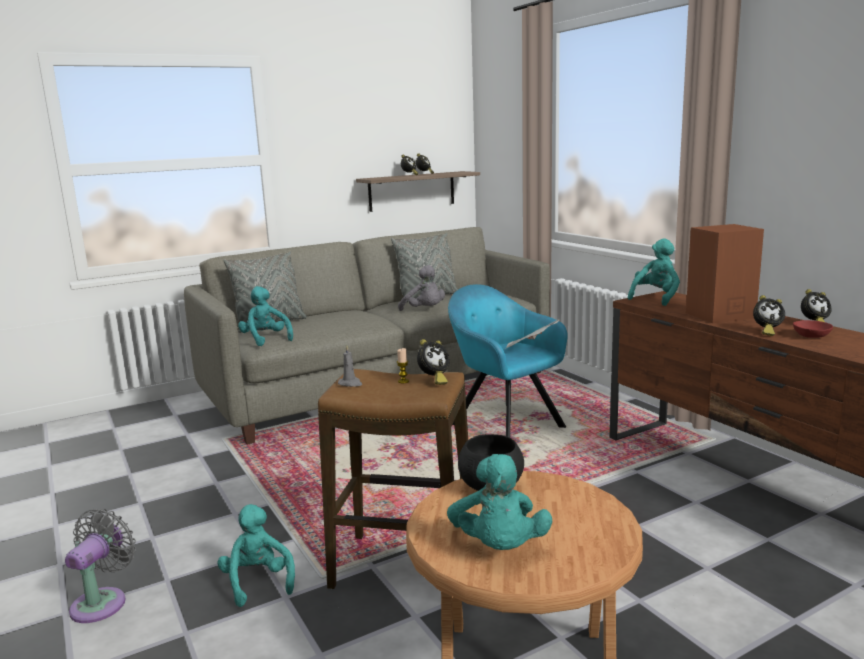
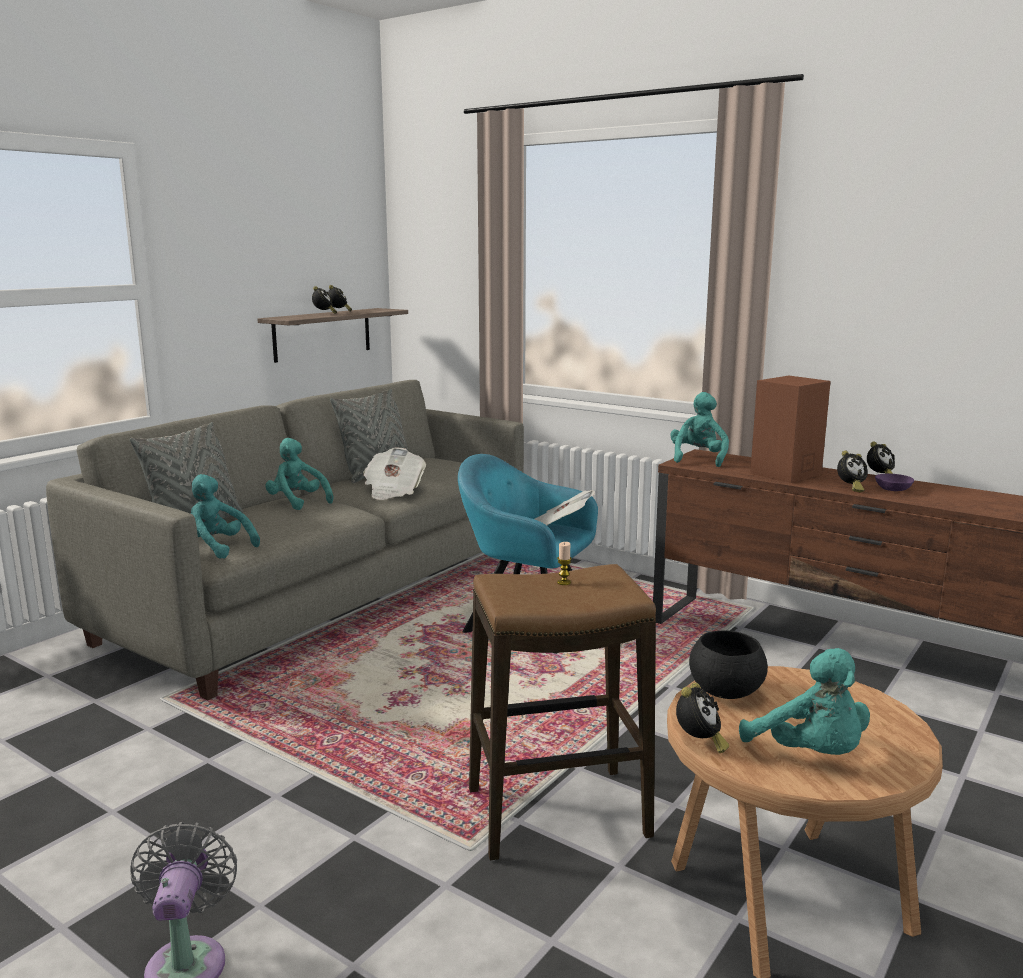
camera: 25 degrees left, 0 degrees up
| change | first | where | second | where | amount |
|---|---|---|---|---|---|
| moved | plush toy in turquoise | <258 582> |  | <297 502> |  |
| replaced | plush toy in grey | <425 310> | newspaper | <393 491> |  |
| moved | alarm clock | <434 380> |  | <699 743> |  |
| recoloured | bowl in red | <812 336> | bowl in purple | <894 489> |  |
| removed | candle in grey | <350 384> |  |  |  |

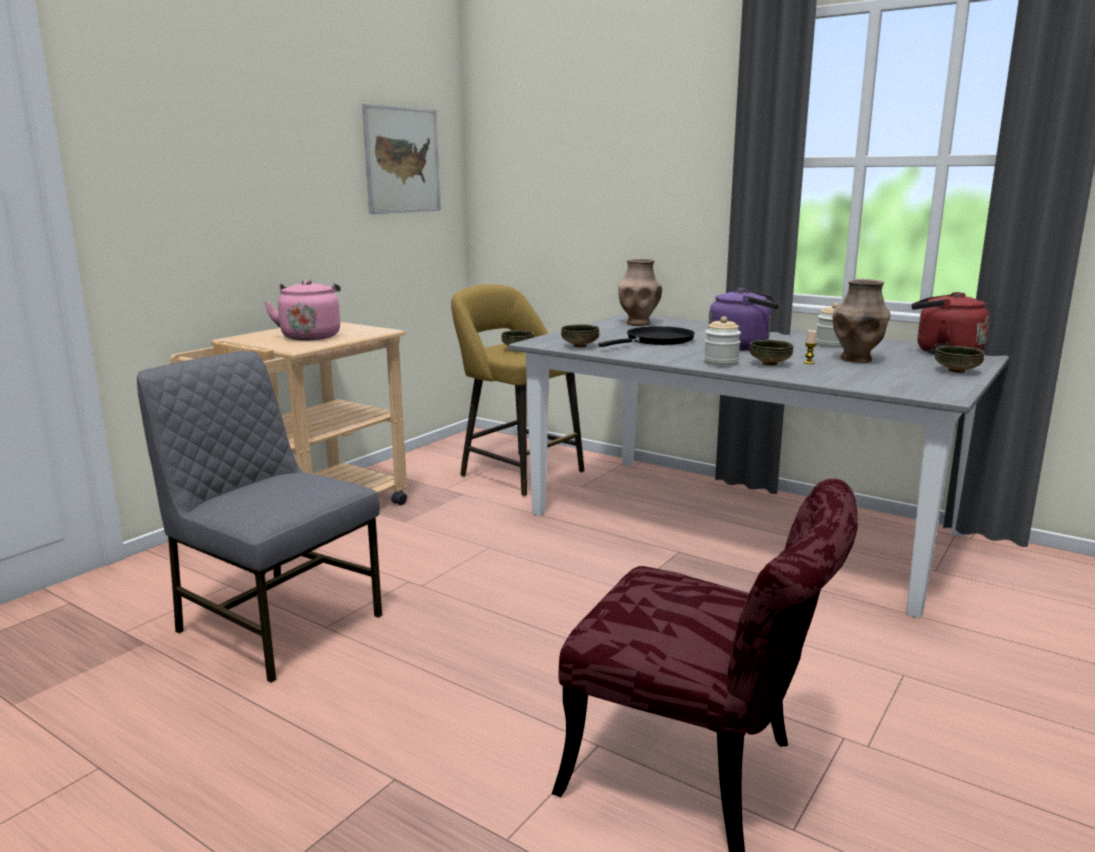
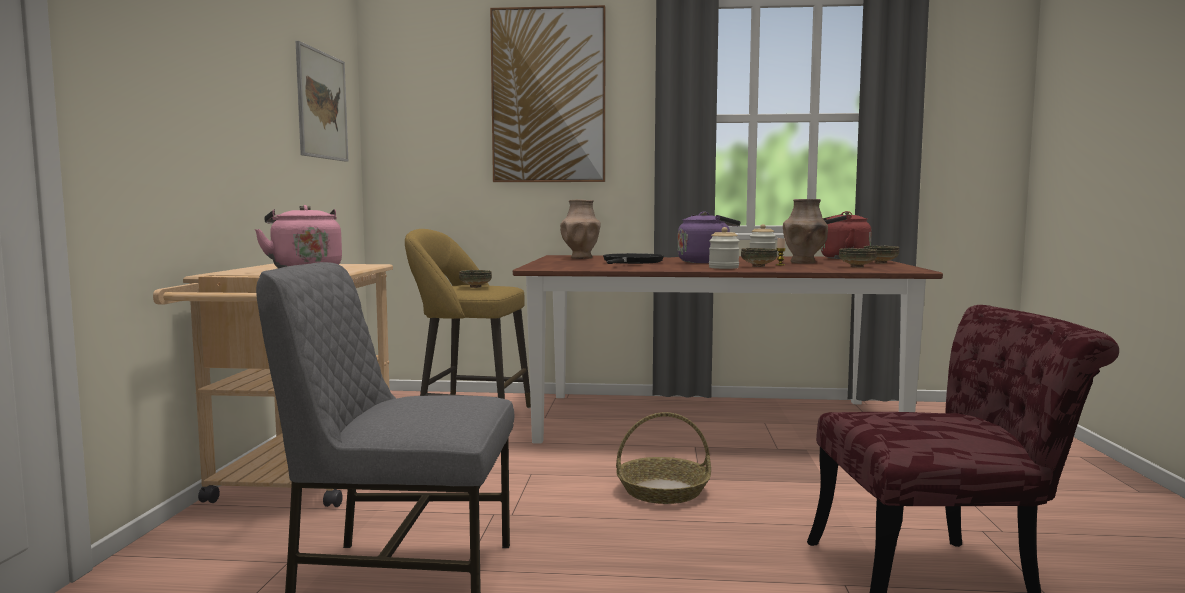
camera: 30 degrees left, 10 degrees down
| change | first | where | second | where | amount |
|---|---|---|---|---|---|
| added |  |  | picture | <548 96> |  |
| recoloured | dining table in grey | <742 523> | dining table in brown | <711 420> |  |
| added |  |  | basket | <663 491> |  |
| moved | bowl | <580 346> |  | <857 267> |  |

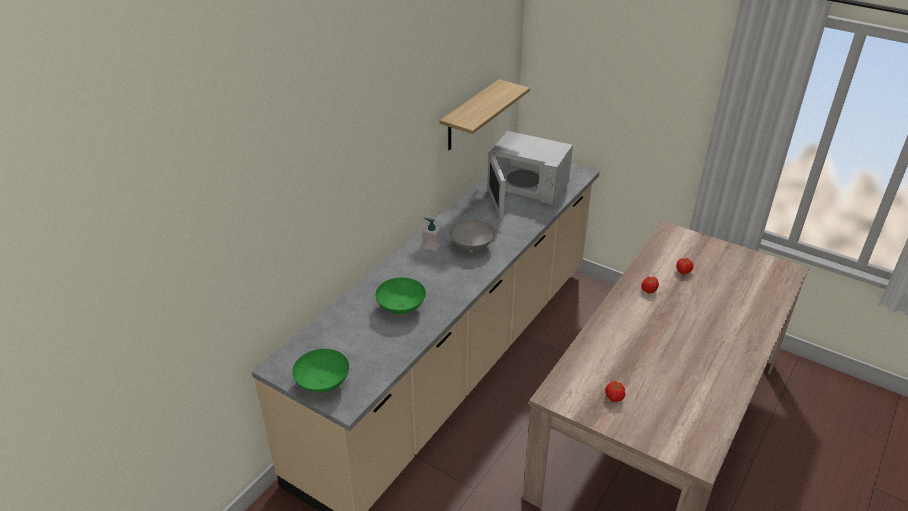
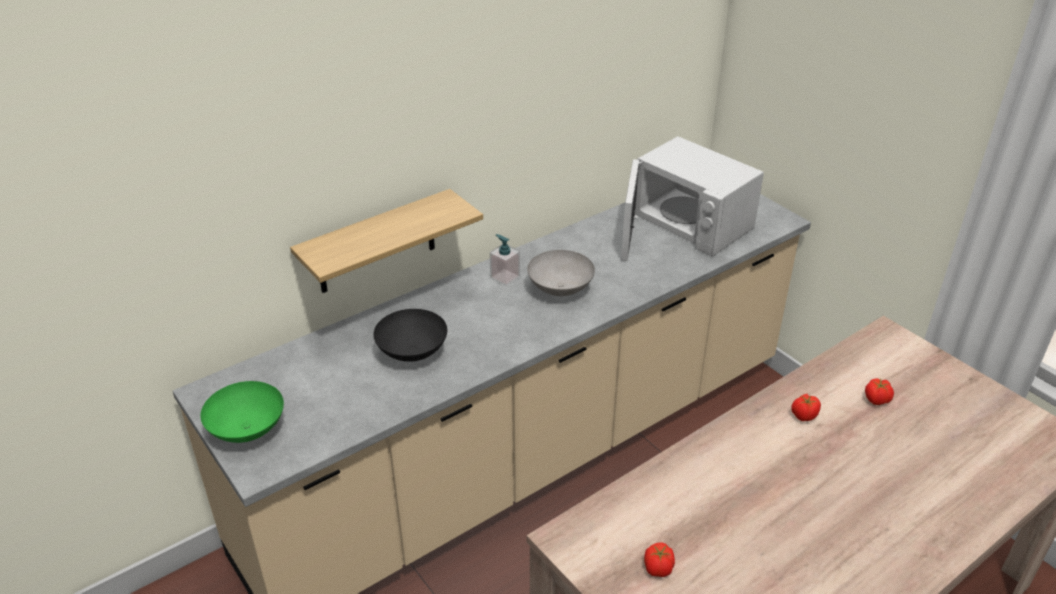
camera: 20 degrees right, 0 degrees up
| change | first | where | second | where | amount |
|---|---|---|---|---|---|
| moved | shelf | <470 116> |  | <376 243> |  |
| recoloured | bowl in green | <401 307> | bowl in black | <412 351> |  |

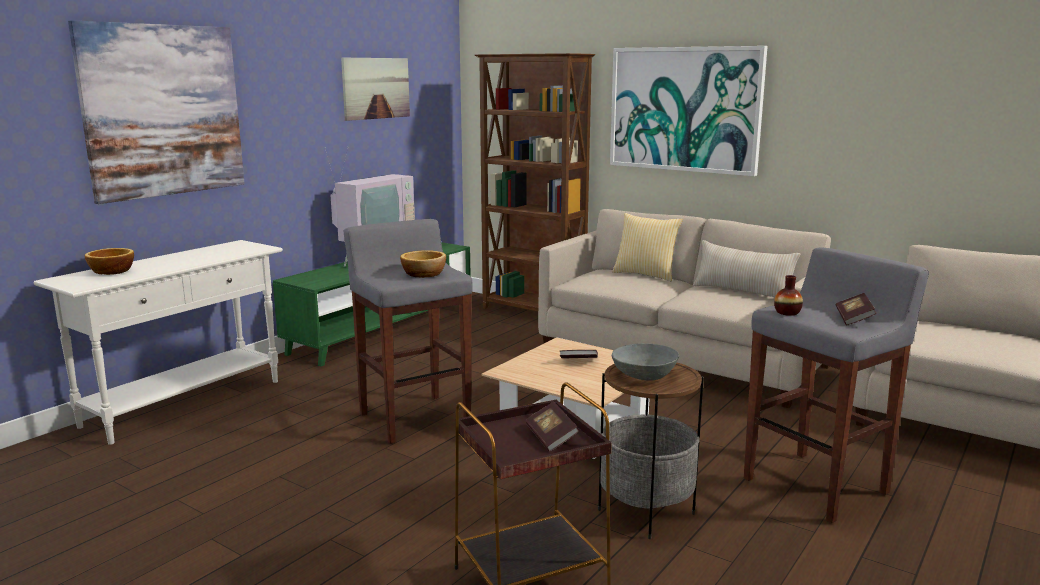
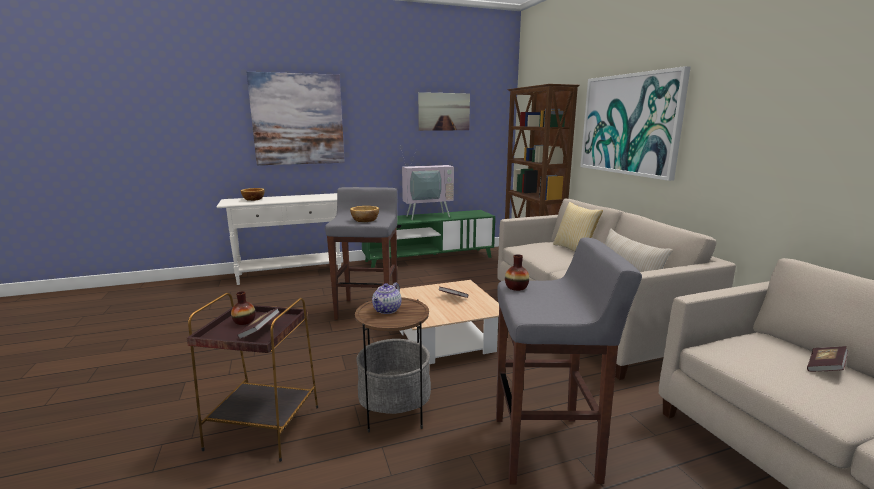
camera: 35 degrees right, 0 degrees up
| change | first | where | second | where | amount |
|---|---|---|---|---|---|
| added |  |  | vase | <244 321> |  |
| replaced | bowl in grey | <645 375> | teapot | <387 310> |  |
| moved | book | <854 319> |  | <825 367> |  |

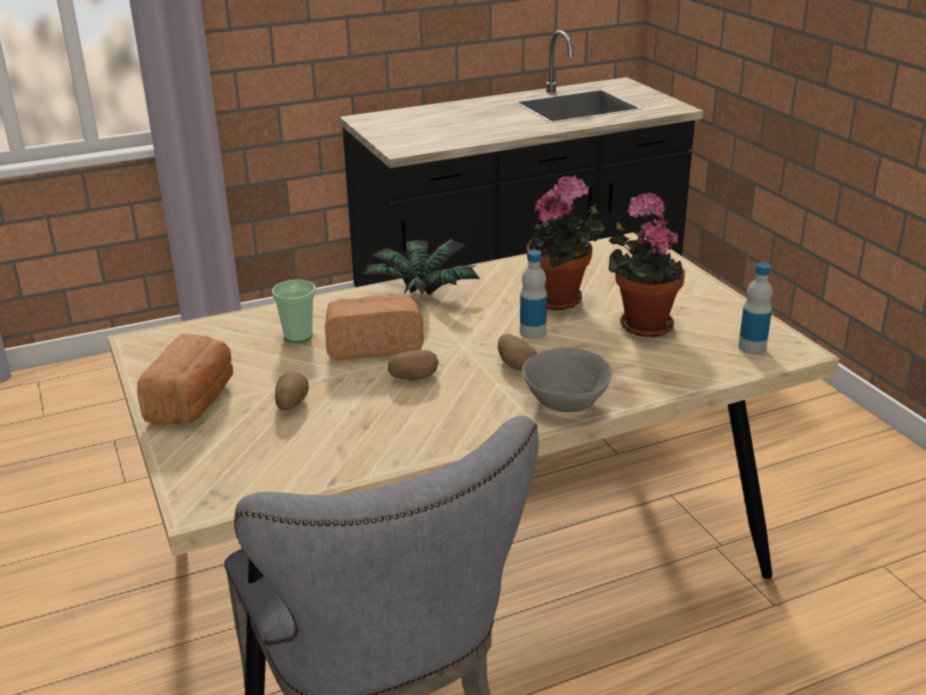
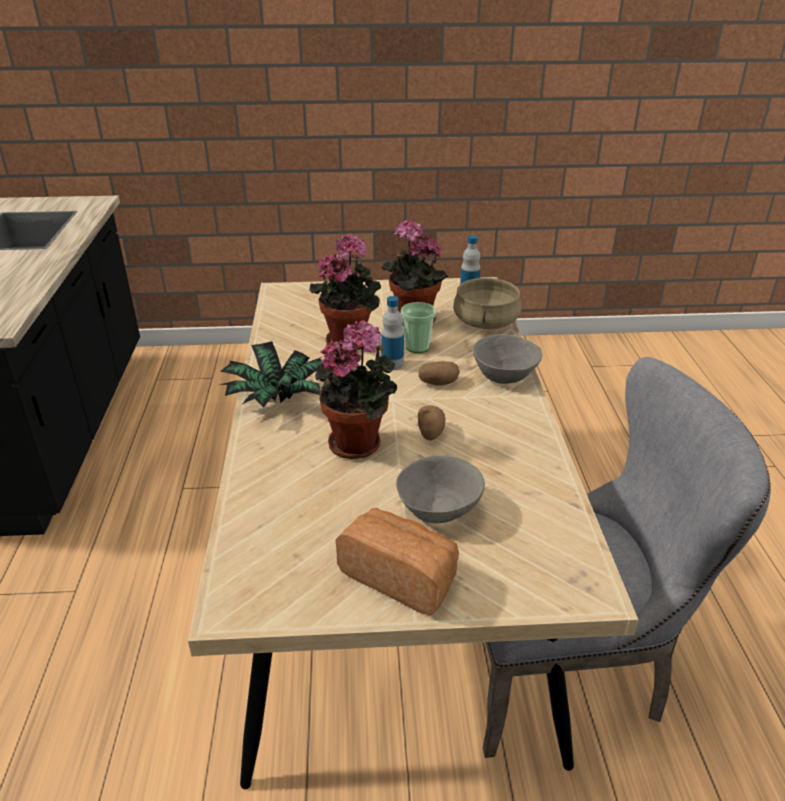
camera: 70 degrees left, 5 degrees up
| change | first | where | second | where | amount |
|---|---|---|---|---|---|
| replaced | bread | <373 345> | potted plant | <359 443> |  |
| replaced | potato | <291 403> | bowl in grey | <439 509> |  |
| moved | cup | <298 335> |  | <417 347> |  |
| added |  |  | cooking pot in beige | <486 322> |  |

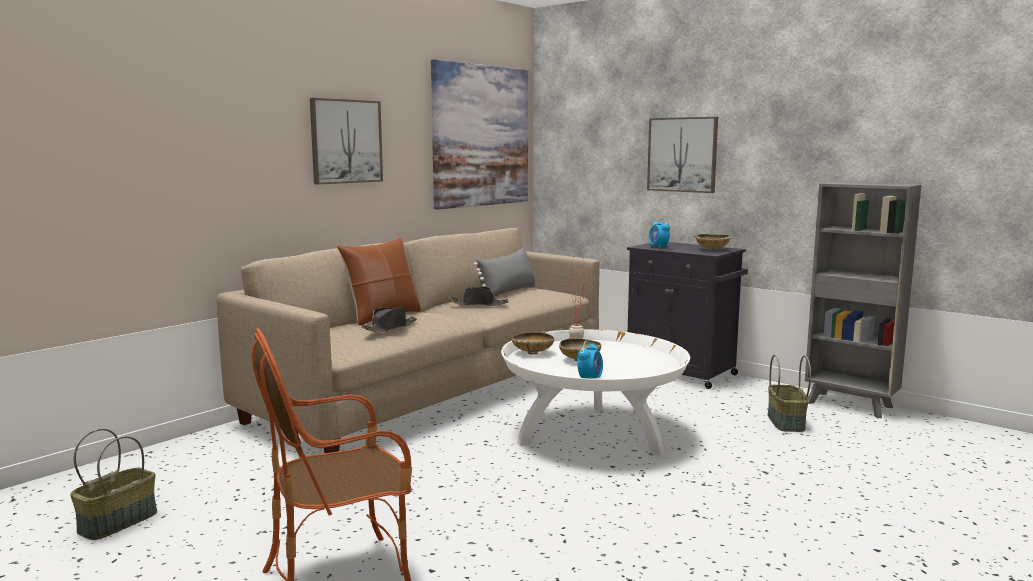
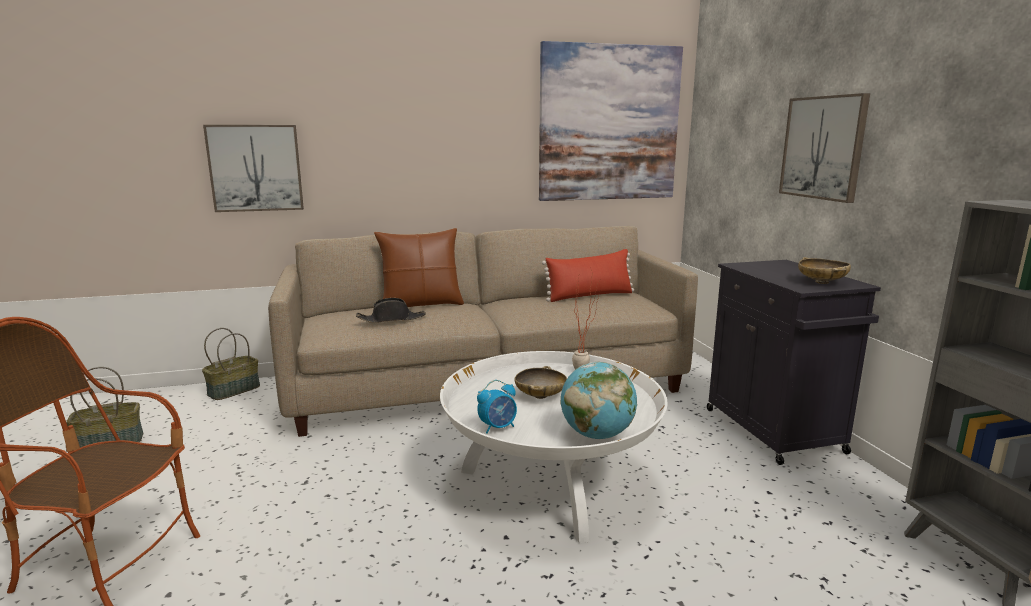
camera: 35 degrees right, 5 degrees up
| change | first | where | second | where | amount |
|---|---|---|---|---|---|
| moved | basket | <785 422> |  | <234 390> |  |
| moved | picture | <346 141> |  | <255 168> |  |
| recoloured | pillow in grey | <508 292> | pillow in red | <590 296> |  |
| added |  |  | globe | <597 435> |  |
| removed | hat in black | <479 304> |  |  |  |
| removed | bowl in beige | <532 353> |  |  |  |
| removed | alarm clock | <658 247> |  |  |  |

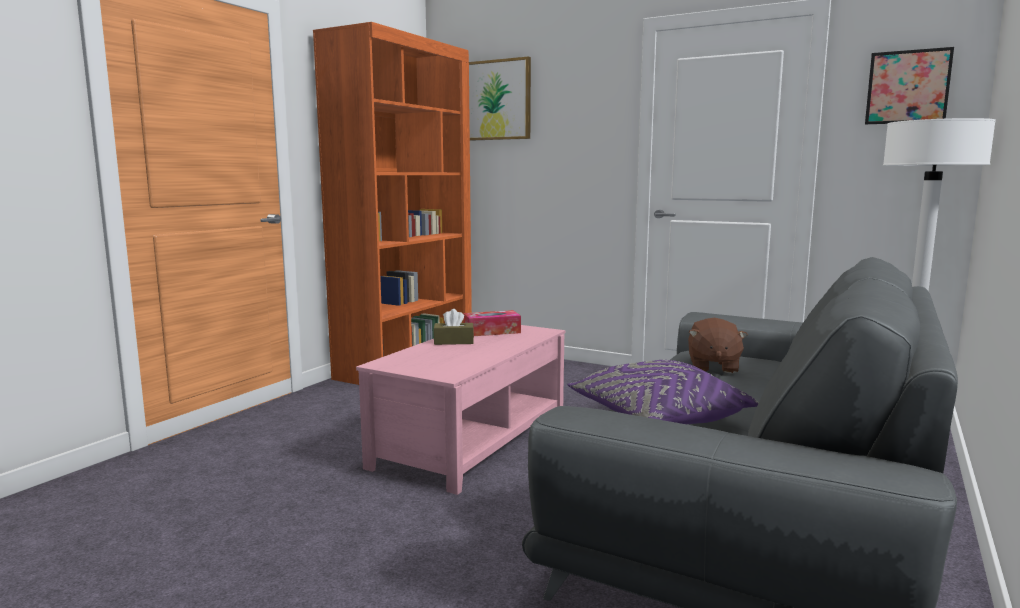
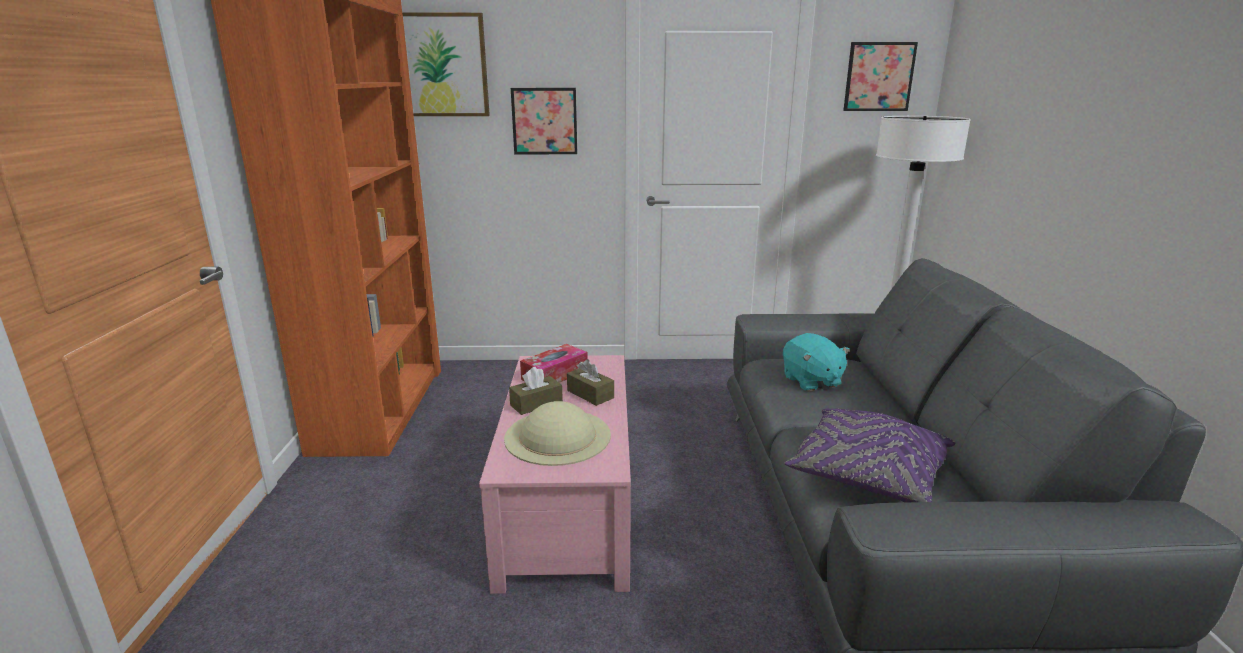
camera: 30 degrees left, 10 degrees up
| change | first | where | second | where | amount |
|---|---|---|---|---|---|
| added |  |  | hat in beige | <557 436> |  |
| added |  |  | picture | <544 121> |  |
| added |  |  | tissue box in brown | <590 394> |  |
| recoloured | plush toy in brown | <713 366> | plush toy in turquoise | <811 381> |  |

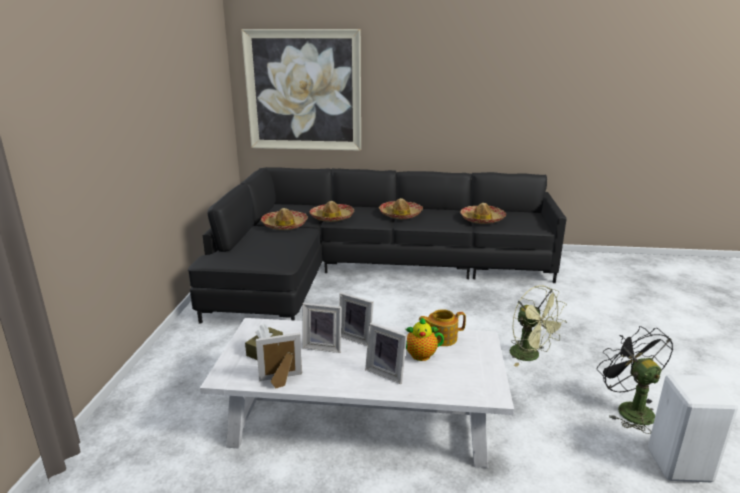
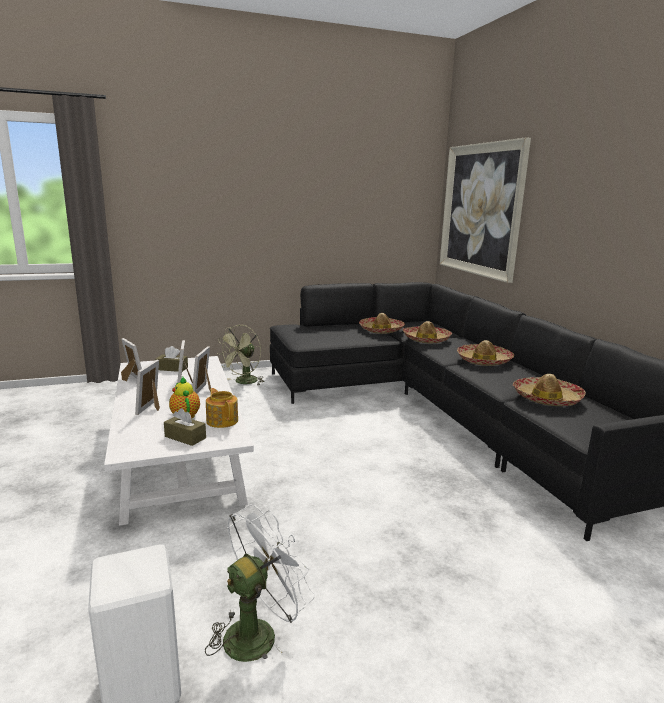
camera: 65 degrees right, 5 degrees down
| change | first | where | second | where | amount |
|---|---|---|---|---|---|
| added |  |  | tissue box in brown | <185 437> |  |
| recoloured | fan in black | <628 409> | fan in white | <258 632> |  |
| moved | fan in green | <530 356> |  | <243 382> |  |

